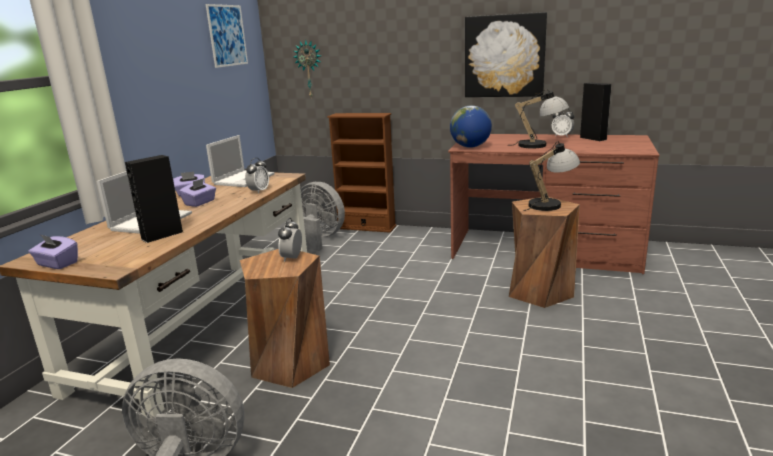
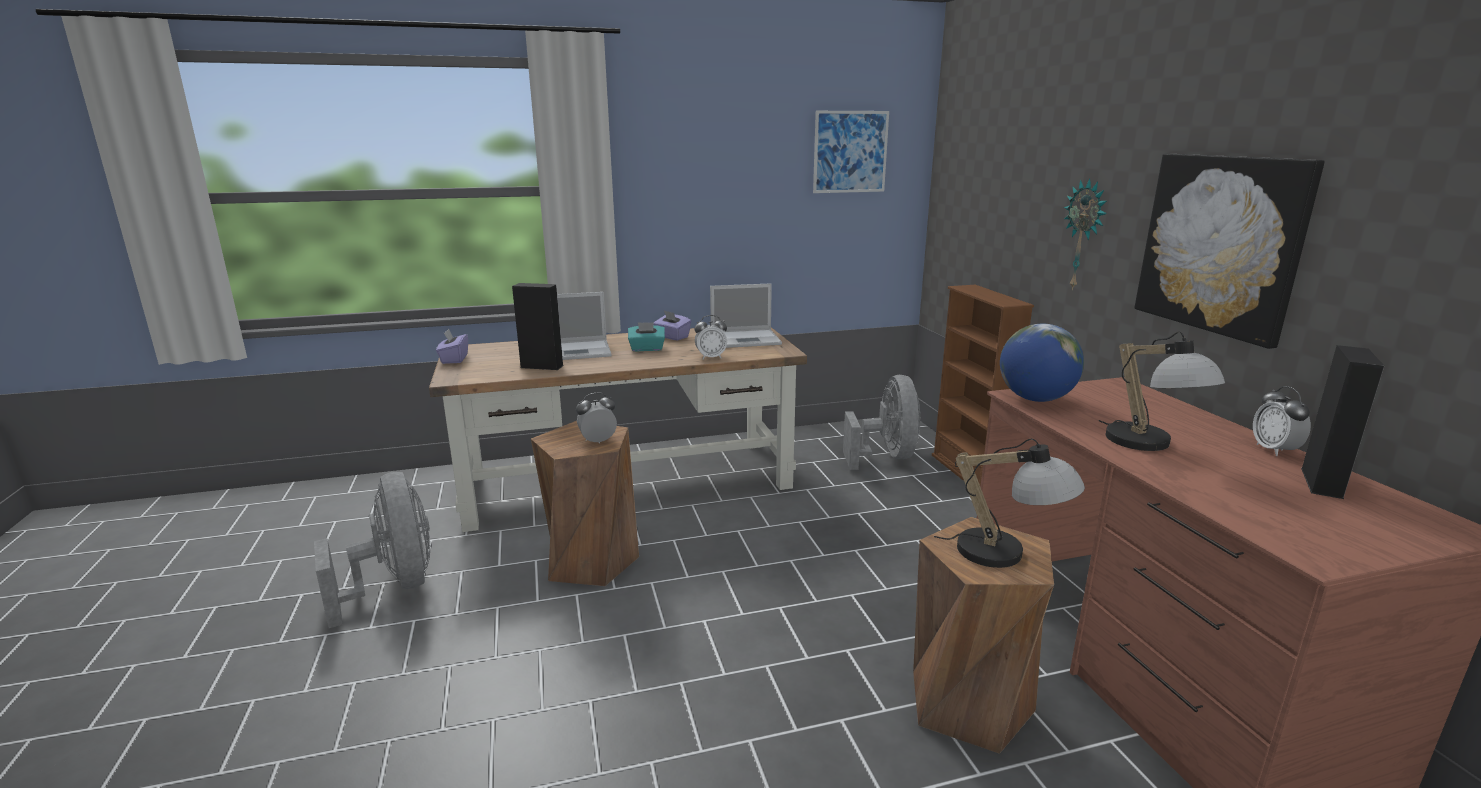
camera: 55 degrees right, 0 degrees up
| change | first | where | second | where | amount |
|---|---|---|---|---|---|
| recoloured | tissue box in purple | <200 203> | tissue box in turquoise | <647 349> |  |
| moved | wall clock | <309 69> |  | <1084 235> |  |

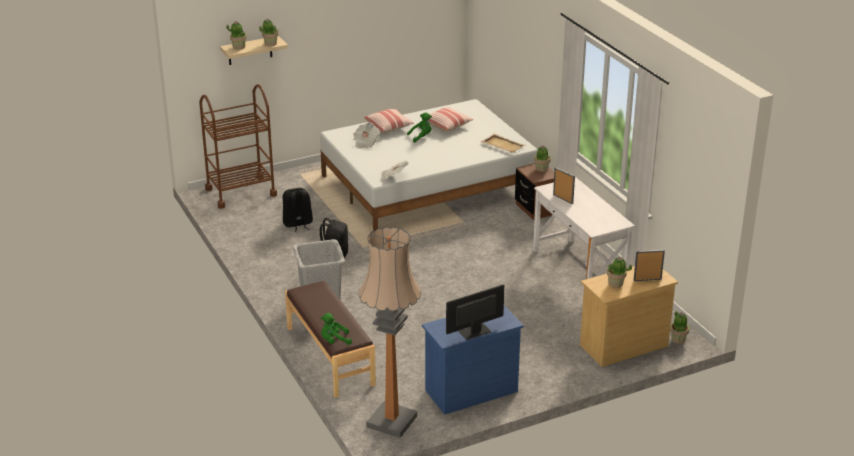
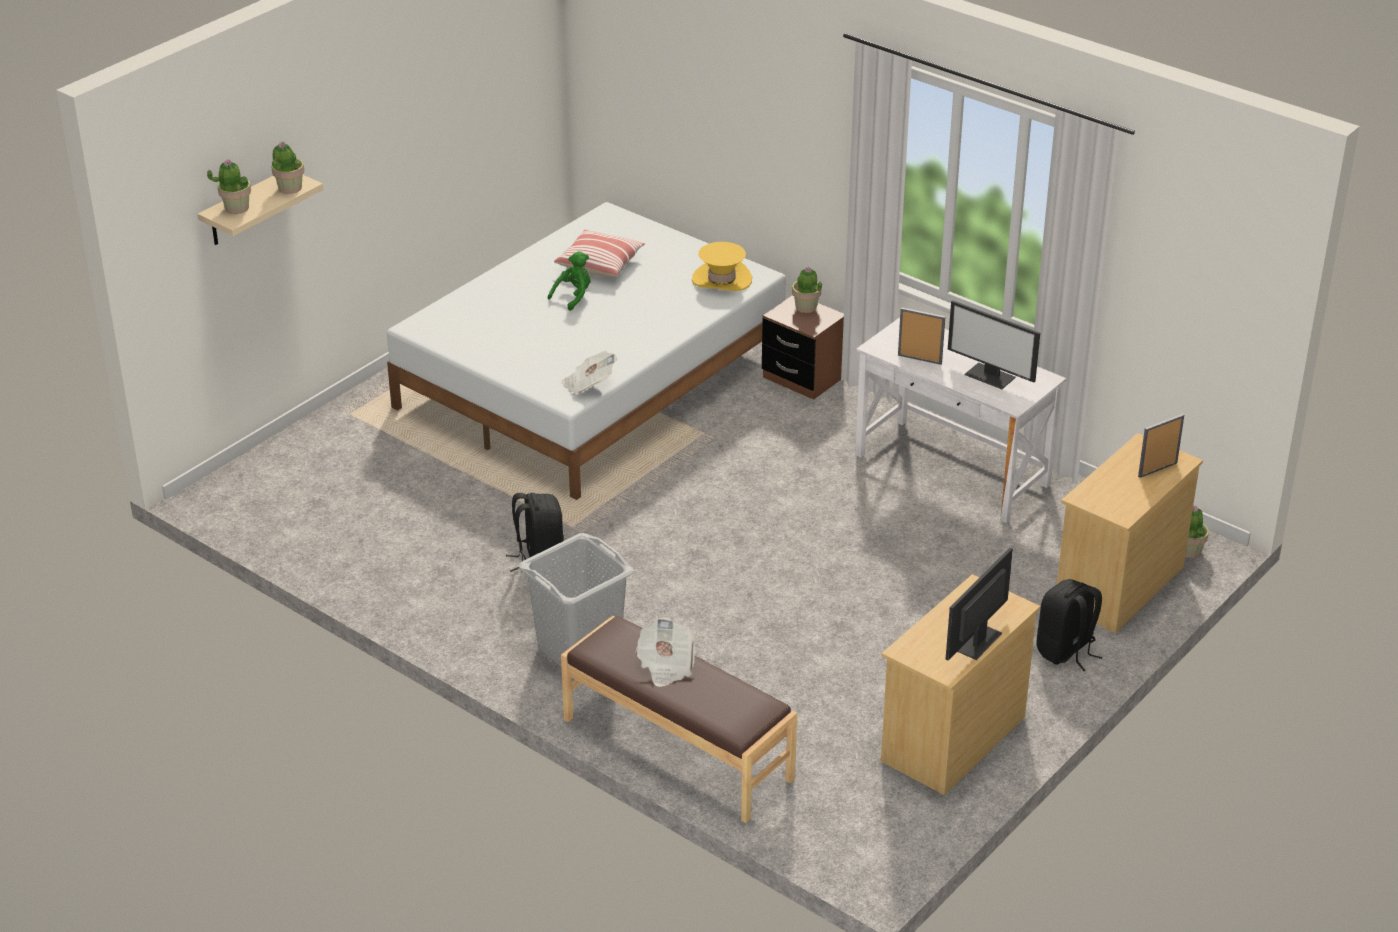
camera: 25 degrees left, 5 degrees up
| change | first | where | second | where | amount |
|---|---|---|---|---|---|
| moved | newspaper | <365 143> |  | <666 666> |  |
| replaced | tray in beige | <502 145> | hat in yellow | <722 279> |  |
| recoloured | dresser in blue | <471 391> | dresser in beige | <952 739> |  |
| added |  |  | monitor | <991 376> |  |
| moved | backpack in black | <297 224> |  | <1066 651> |  |
| removed | cart in brown | <241 192> |  |  |  |
| removed | plush toy in green | <334 341> |  |  |  |
| removed | floor lamp | <391 421> |  |  |  |
| removed | pillow | <389 127> |  |  |  |
| removed | potted plant | <616 283> |  |  |  |

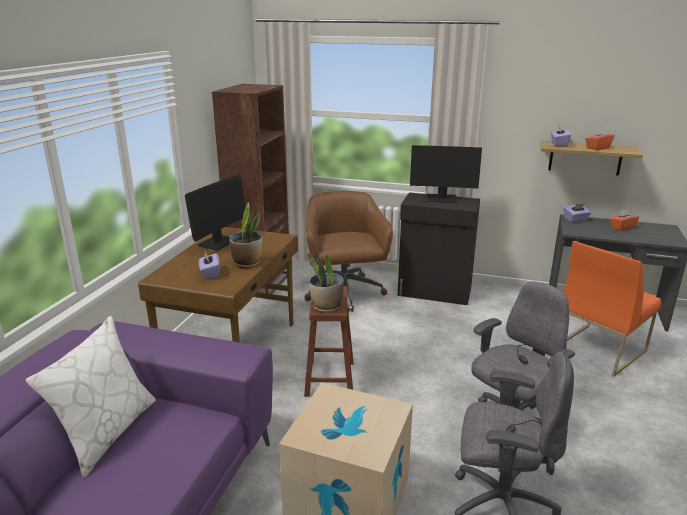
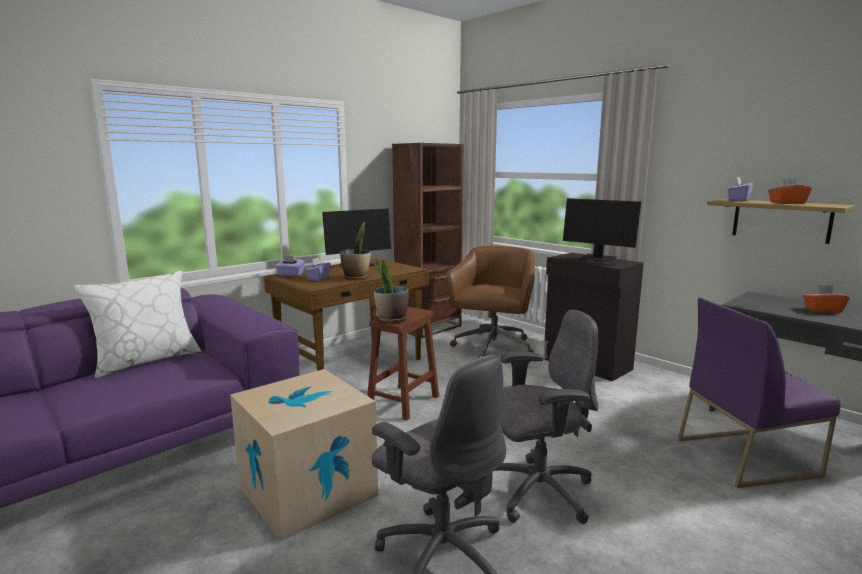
camera: 30 degrees right, 10 degrees down
| change | first | where | second | where | amount |
|---|---|---|---|---|---|
| moved | tissue box in purple | <575 220> |  | <290 275> |  |
| recoloured | chair in orange | <599 348> | chair in purple | <746 456> |  |

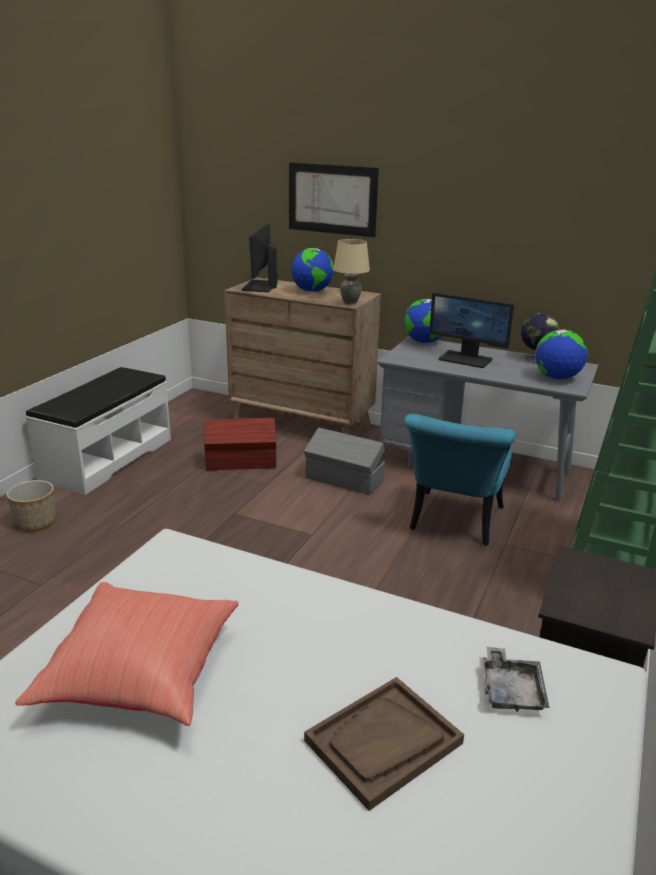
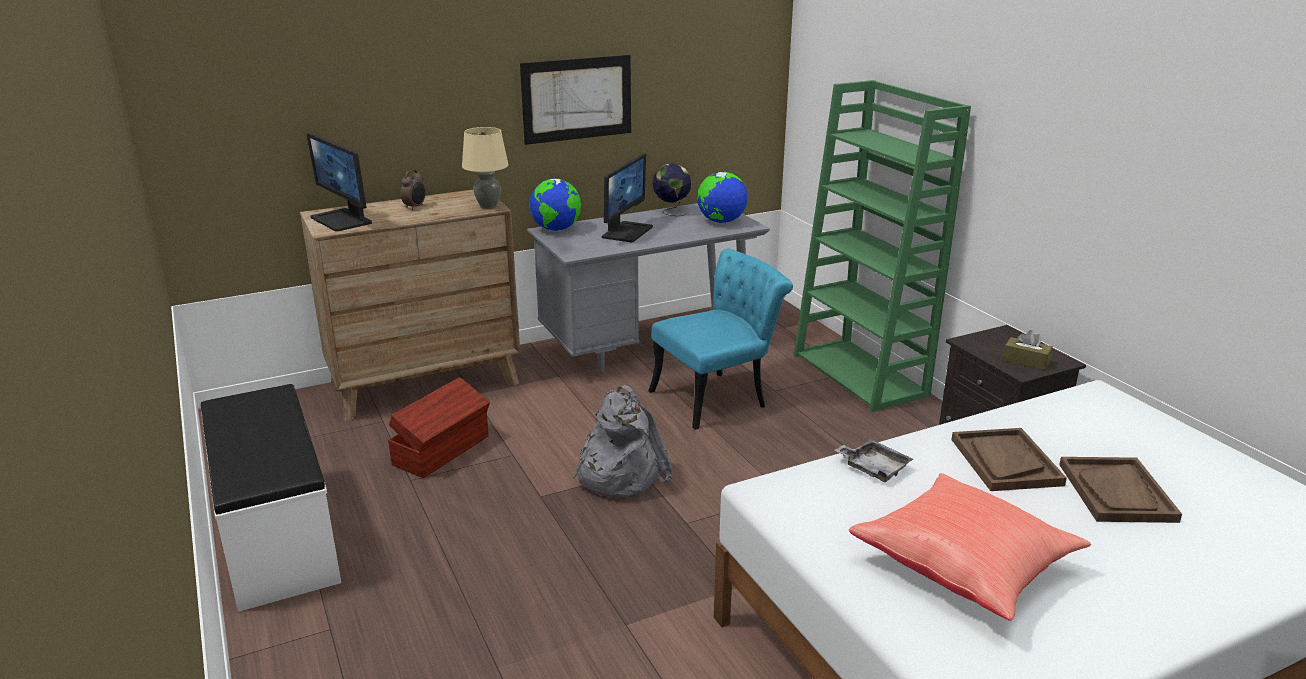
camera: 50 degrees left, 0 degrees up
| change | first | where | second | where | amount |
|---|---|---|---|---|---|
| replaced | globe | <312 291> | alarm clock | <415 207> |  |
| moved | picture | <332 199> |  | <577 99> |  |
| added |  |  | backpack in grey | <618 474> |  |
| turned | monitor | <466 359> |  | <626 232> | 45 degrees counterclockwise |
| turned | chair in turquoise | <453 524> |  | <718 397> | 90 degrees counterclockwise |
| moved | tray in grey | <511 690> |  | <873 467> |  |
| added |  |  | tray in brown | <1005 462> |  |
| added |  |  | tissue box in brown | <1026 361> |  |
| removed | planter | <36 522> |  |  |  |
| removed | storage box in grey | <344 480> |  |  |  |

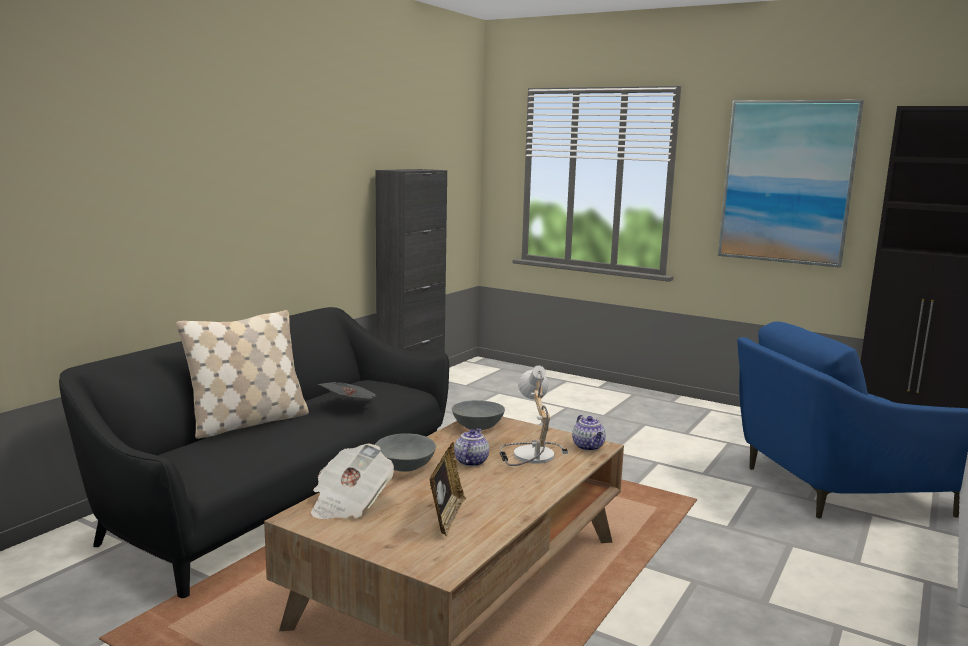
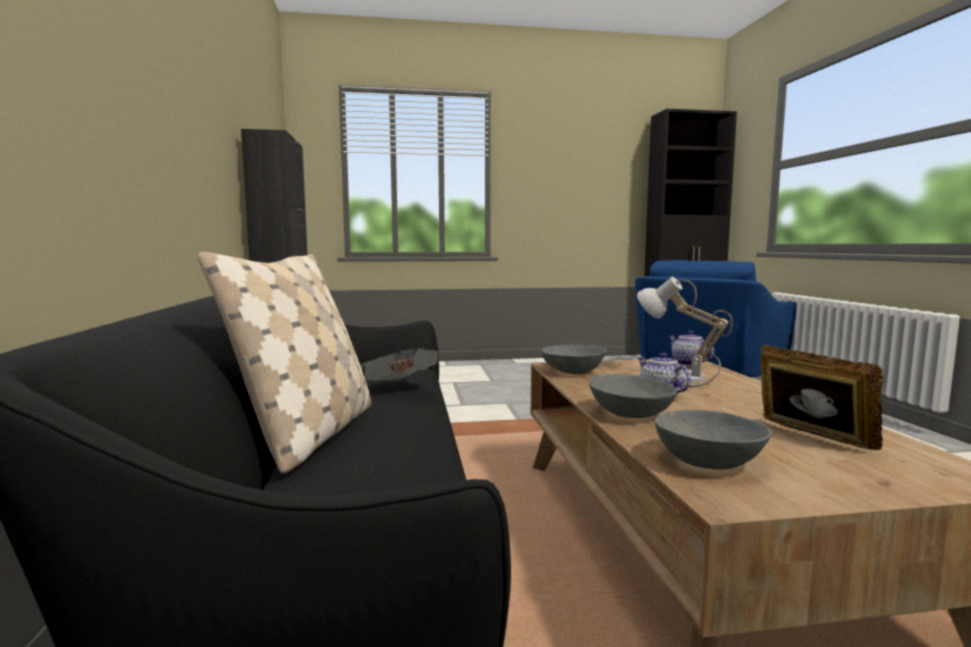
camera: 40 degrees left, 5 degrees down
| change | first | where | second | where | amount |
|---|---|---|---|---|---|
| replaced | newspaper | <349 503> | bowl in grey | <709 462> |  |
| turned | teapot | <589 447> |  | <687 363> | 150 degrees counterclockwise |
| removed | picture | <786 182> |  |  |  |

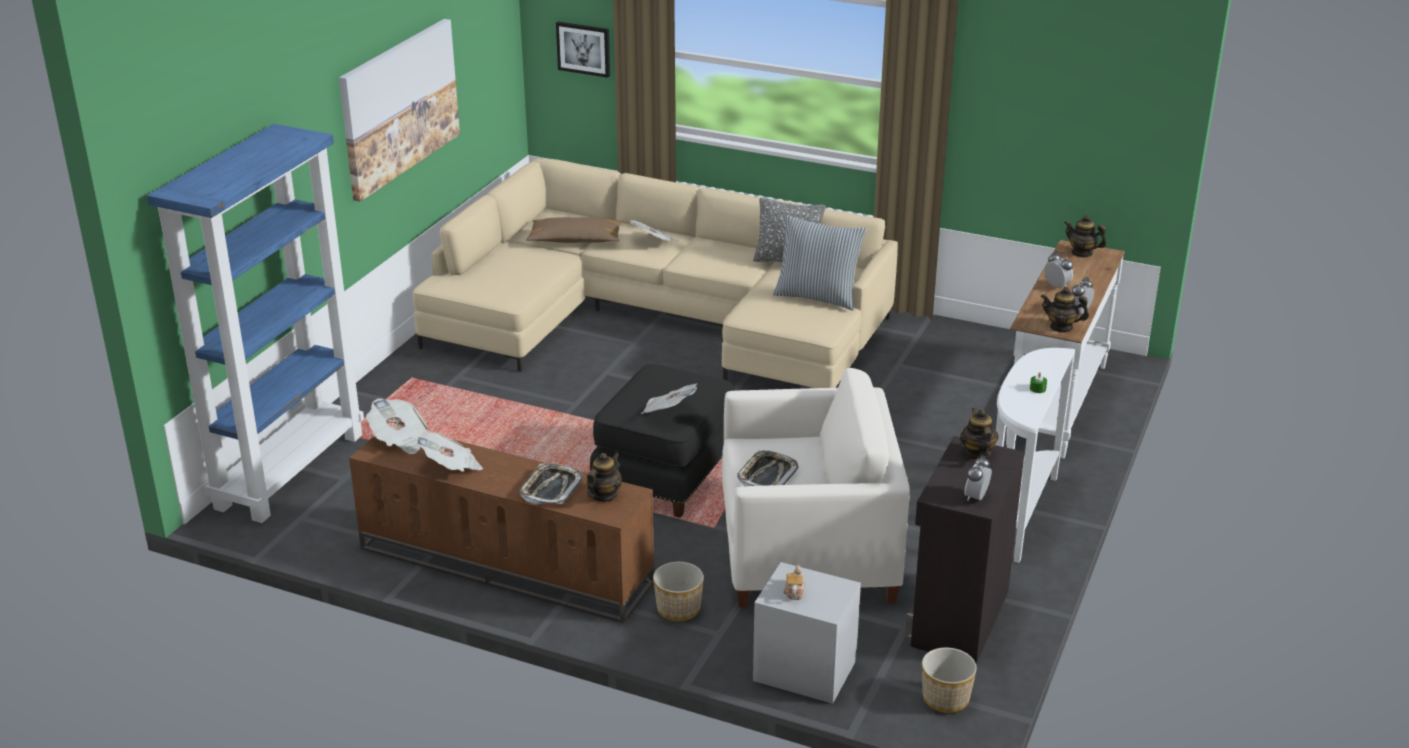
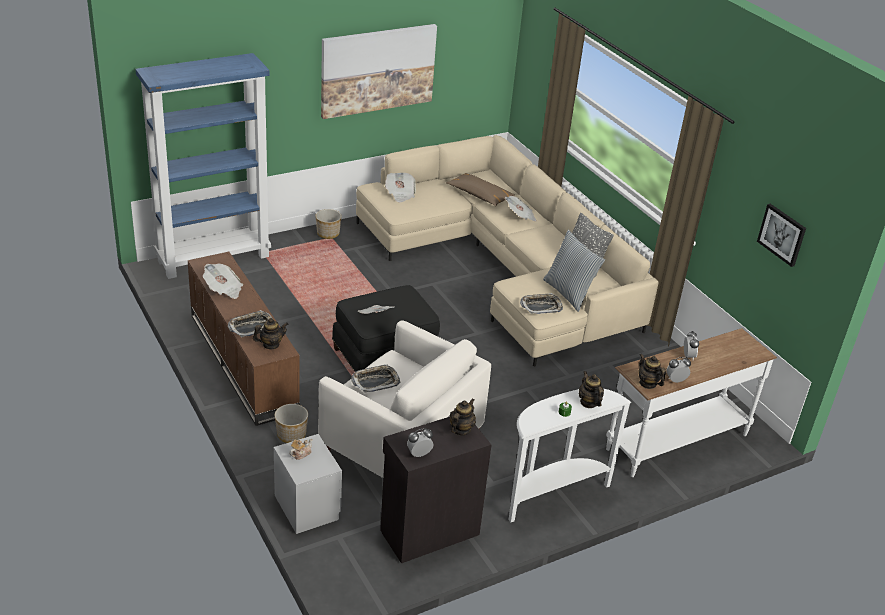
camera: 35 degrees right, 5 degrees up
| change | first | where | second | where | amount |
|---|---|---|---|---|---|
| moved | planter | <946 698> |  | <328 233> |  |
| moved | newspaper | <400 440> |  | <400 194> |  |
| added |  |  | tray | <541 306> |  |
| moved | teapot | <1082 253> |  | <589 402> |  |
| moved | picture | <584 48> |  | <782 234> |  |

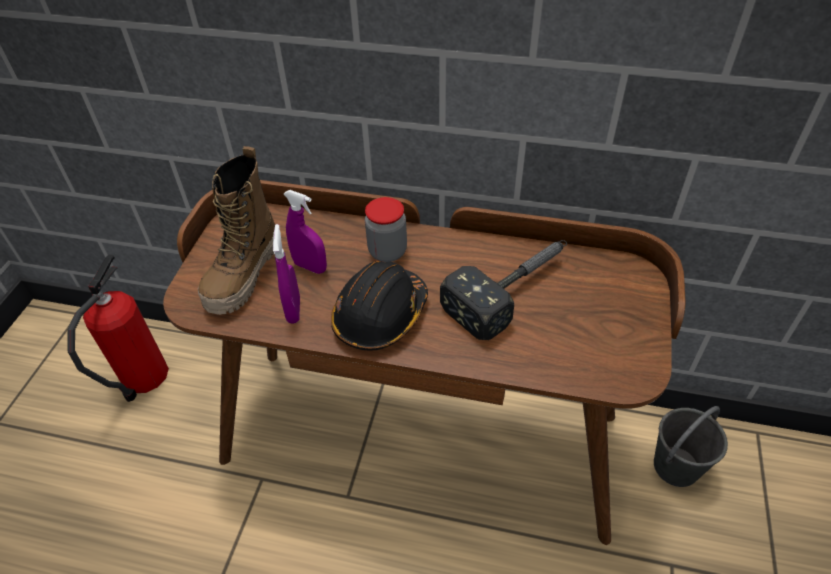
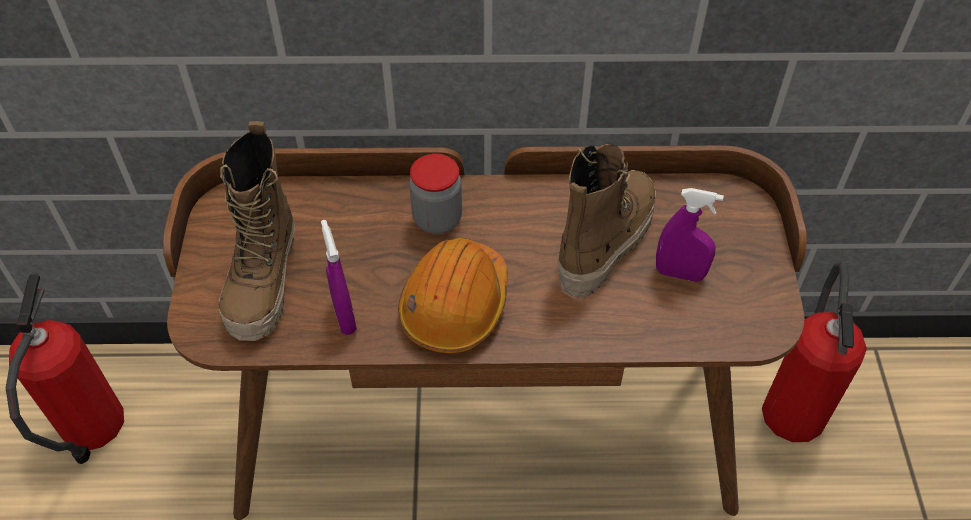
camera: 15 degrees left, 5 degrees up
| change | first | where | second | where | amount |
|---|---|---|---|---|---|
| recoloured | hard hat in black | <380 316> | hard hat in orange | <455 305> |  |
| replaced | hammer | <514 289> | boot | <604 242> |  |
| moved | spray bottle in purple | <310 267> |  | <679 273> |  |
| replaced | bucket in grey | <675 467> | fire extinguisher | <792 407> |  |

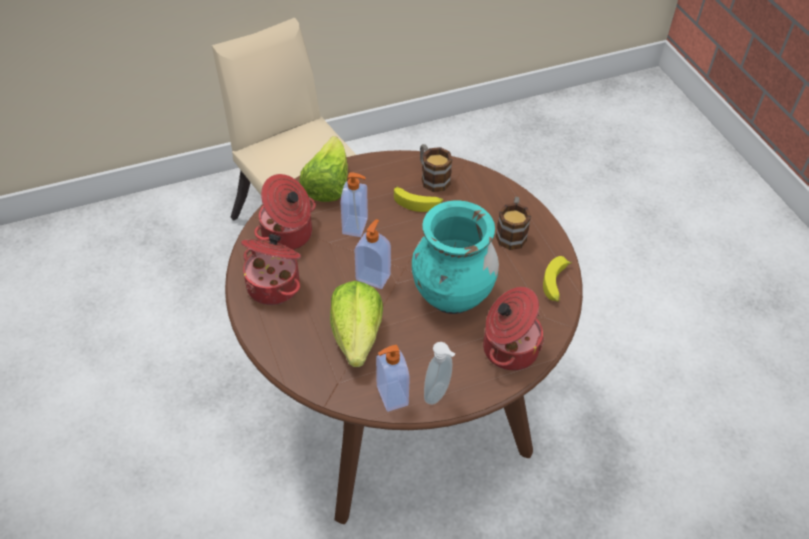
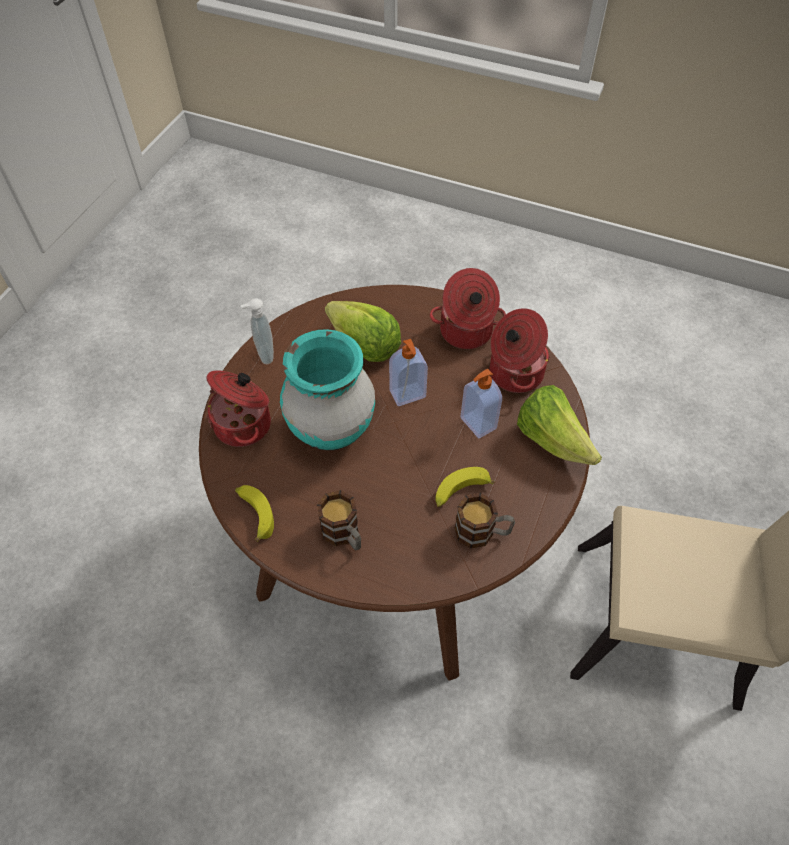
camera: 135 degrees right, 5 degrees up
| change | first | where | second | where | amount |
|---|---|---|---|---|---|
| removed | soap dispenser | <391 396> |  |  |  |

